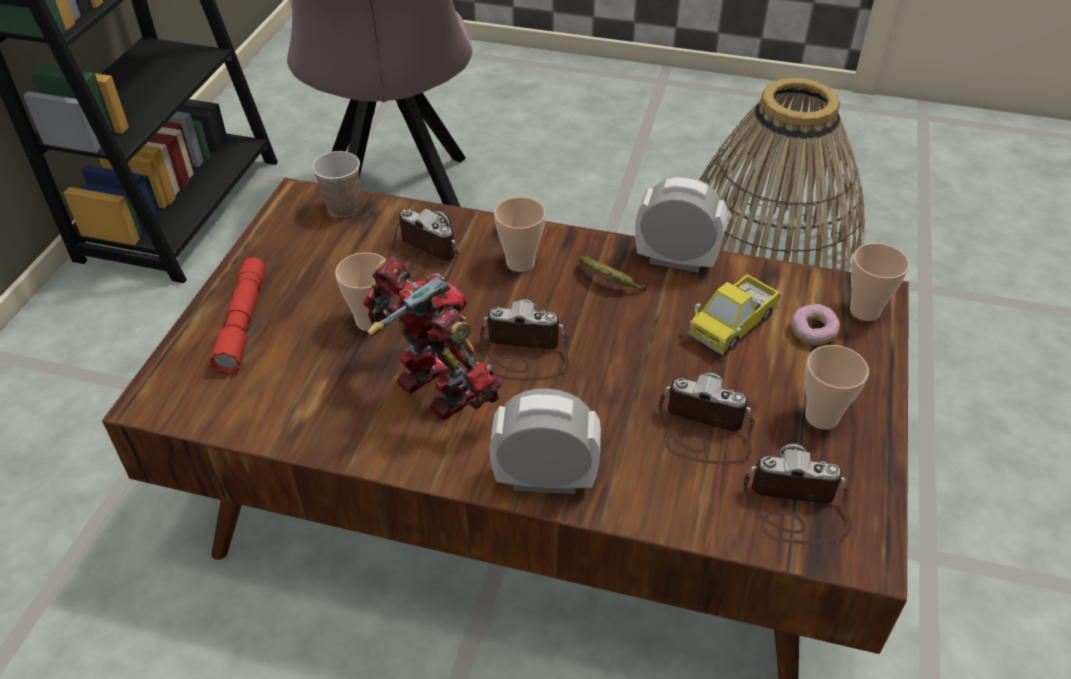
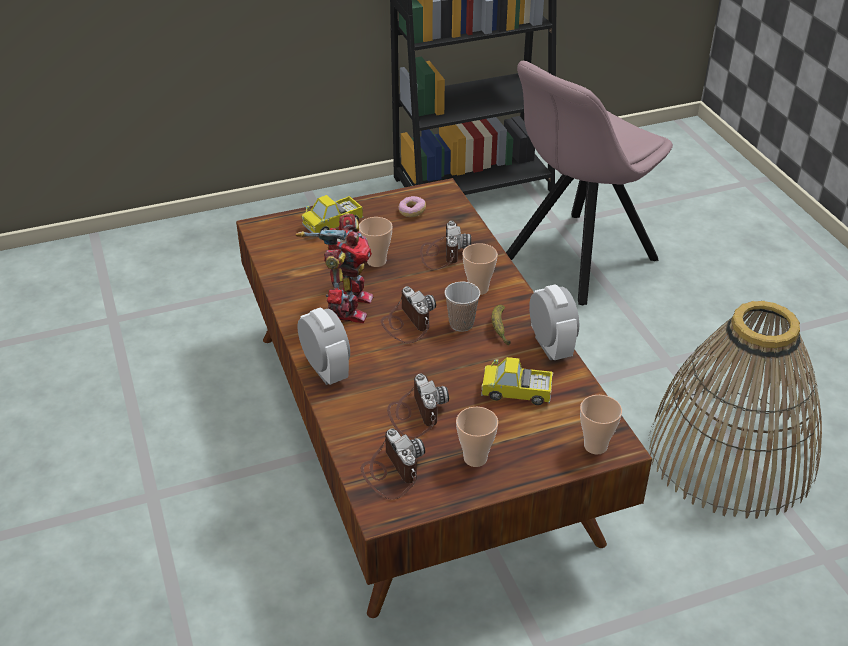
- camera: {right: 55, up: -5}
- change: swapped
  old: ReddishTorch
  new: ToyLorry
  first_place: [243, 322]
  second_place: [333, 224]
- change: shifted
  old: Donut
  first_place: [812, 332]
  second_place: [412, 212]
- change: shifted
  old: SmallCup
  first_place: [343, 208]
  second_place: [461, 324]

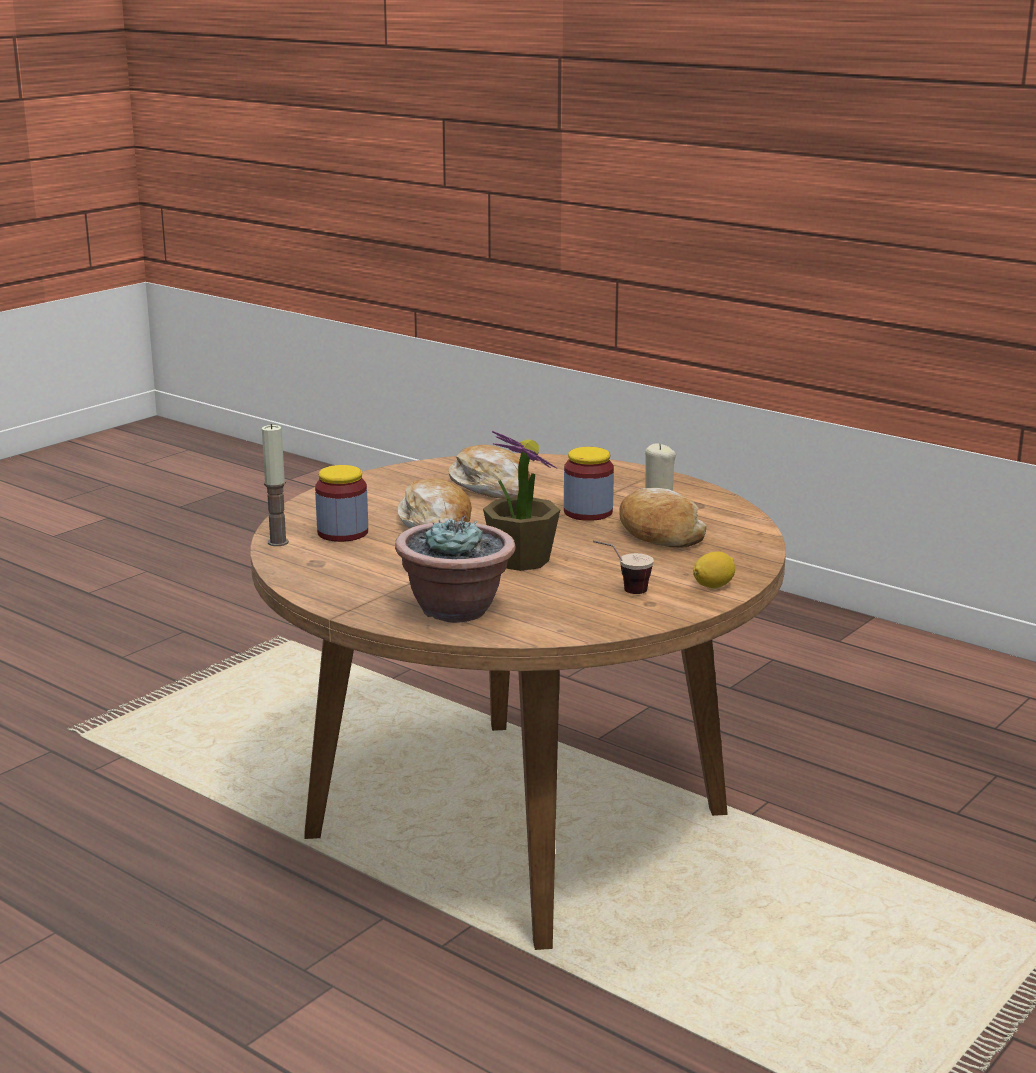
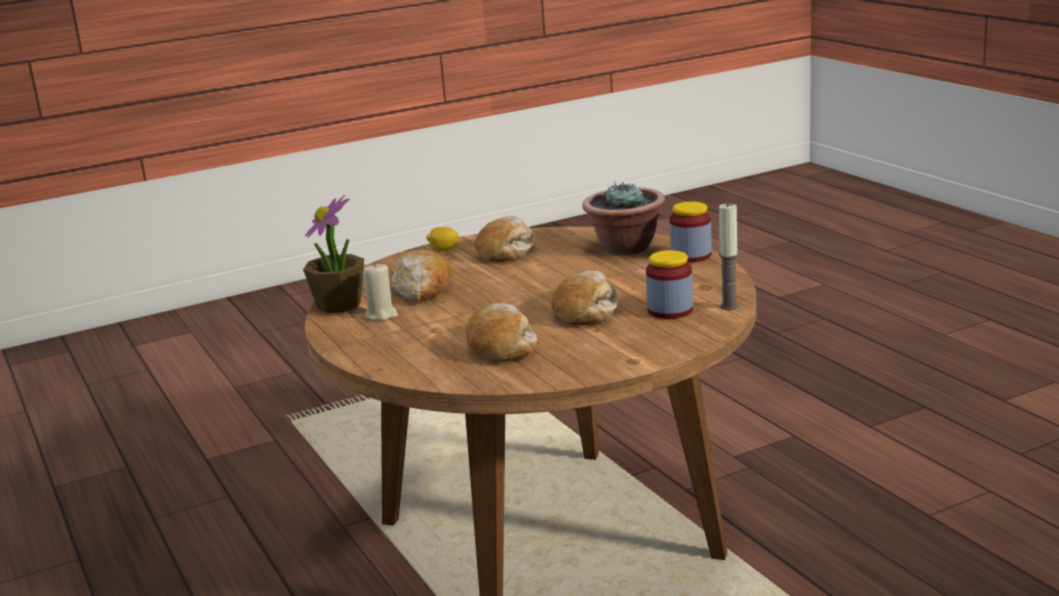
- camera: {right: -155, up: 0}
- change: shifted
  old: Houseplant
  first_place: [521, 560]
  second_place: [339, 305]
- change: swapped
  old: SmallCup
  new: BakedBread
  first_place: [622, 591]
  second_place: [506, 251]
- change: shifted
  old: StorageJar
  first_place: [588, 512]
  second_place: [691, 255]

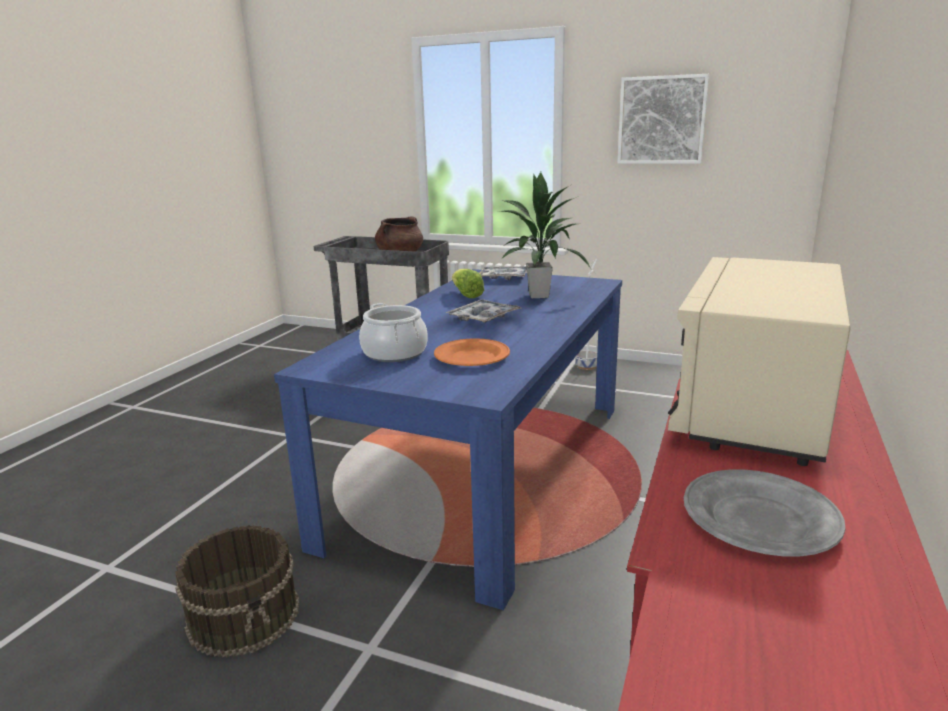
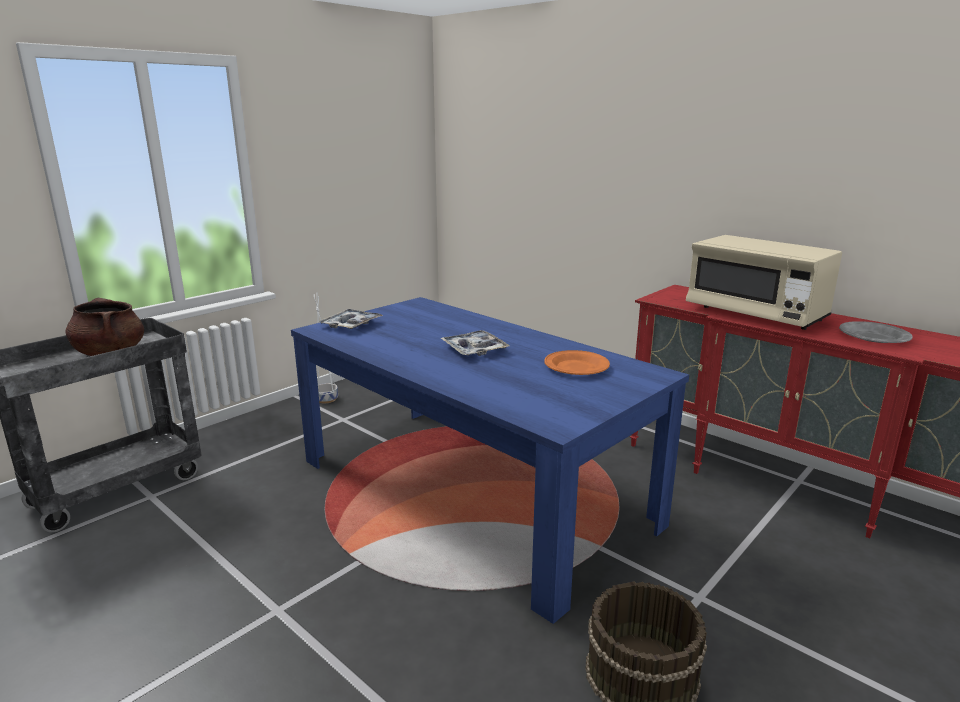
- camera: {right: -70, up: 0}
- change: gone
  old: Saucepot
  first_place: [394, 353]
- change: gone
  old: LettuceHead
  first_place: [466, 295]
- change: gone
  old: Houseplant
  first_place: [538, 296]
- change: gone
  old: Picture
  first_place: [661, 120]

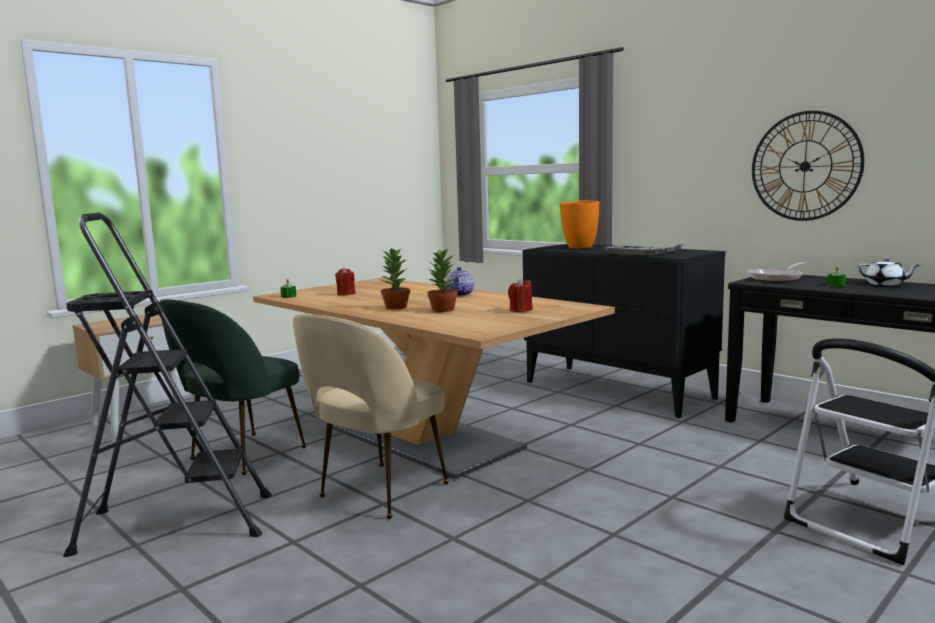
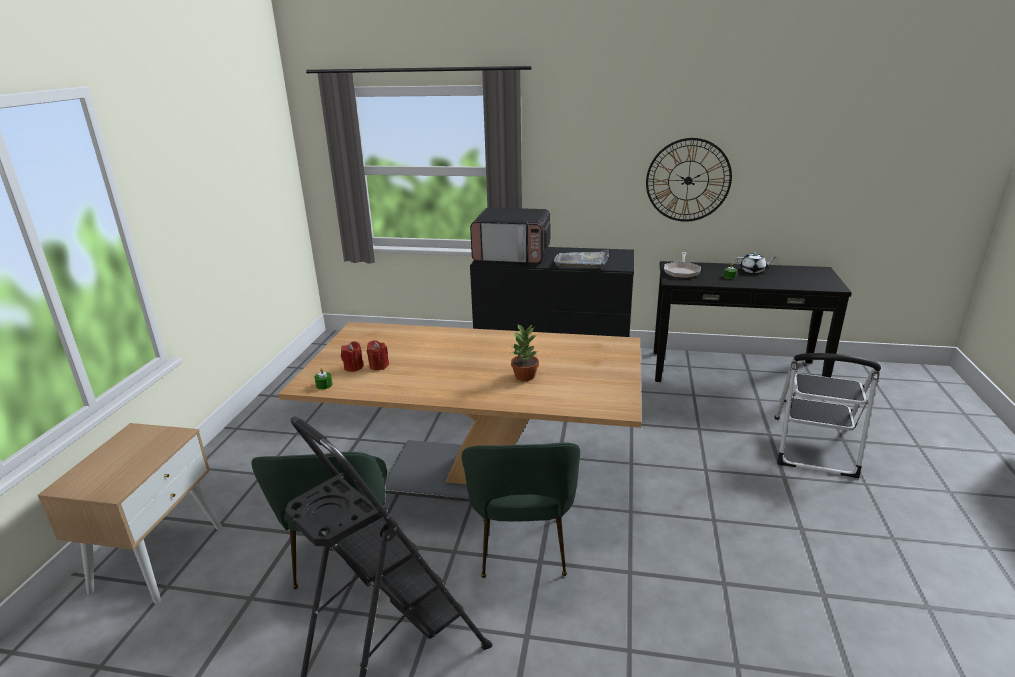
- camera: {right: -35, up: 15}
- change: shifted
  old: ReddishCandle
  first_place: [520, 310]
  second_place: [353, 367]
- change: repainted
  old: SandColouredPlainChair
  new: GreenColouredPlainChair
  first_place: [377, 494]
  second_place: [522, 554]
- change: swapped
  old: OrangeDecorativeVase
  new: MicrowaveOven
  first_place: [579, 247]
  second_place: [512, 255]
- change: gone
  old: Houseplant
  first_place: [395, 307]
- change: gone
  old: Teapot
  first_place: [460, 294]

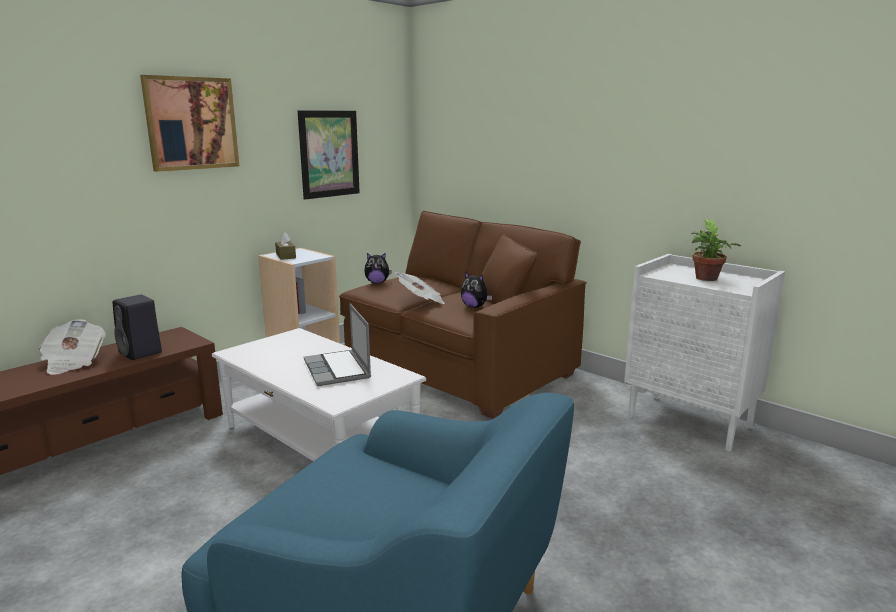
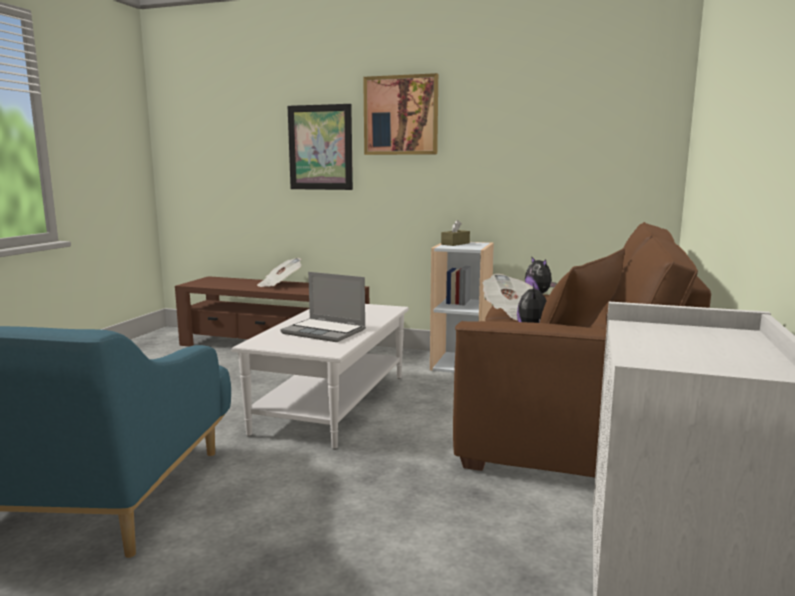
- camera: {right: 65, up: -5}
- change: rotated
  old: NotebookComputer
  first_place: [338, 369]
  second_place: [325, 332]
  degrees: -105
- change: shifted
  old: Picture
  first_place: [329, 154]
  second_place: [320, 147]
- change: gone
  old: BlackColouredSpeaker
  first_place: [141, 353]
- change: gone
  old: Houseplant
  first_place: [707, 279]

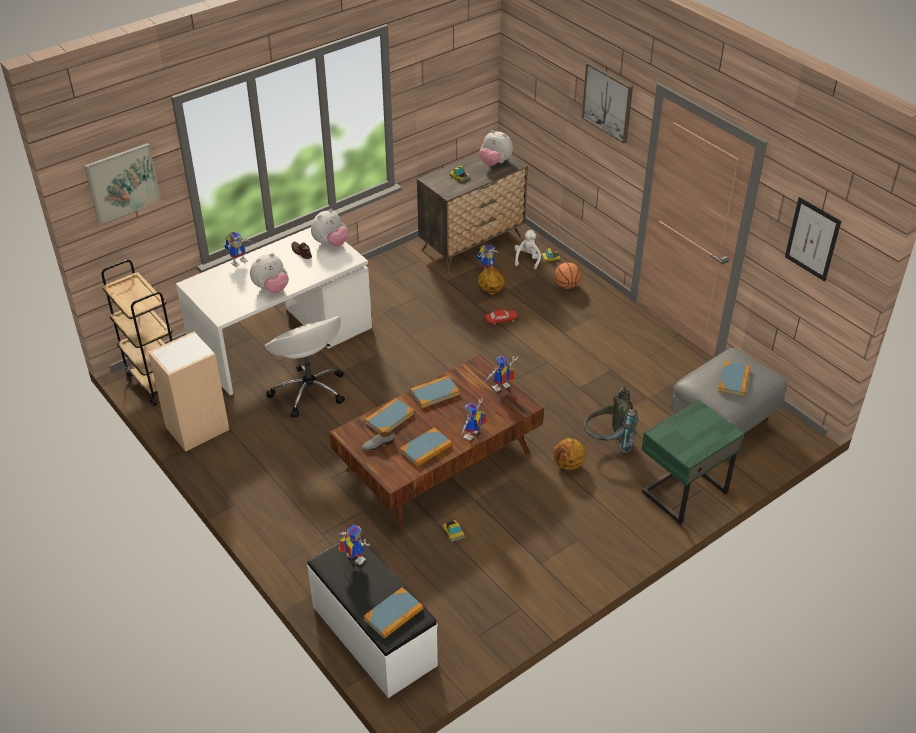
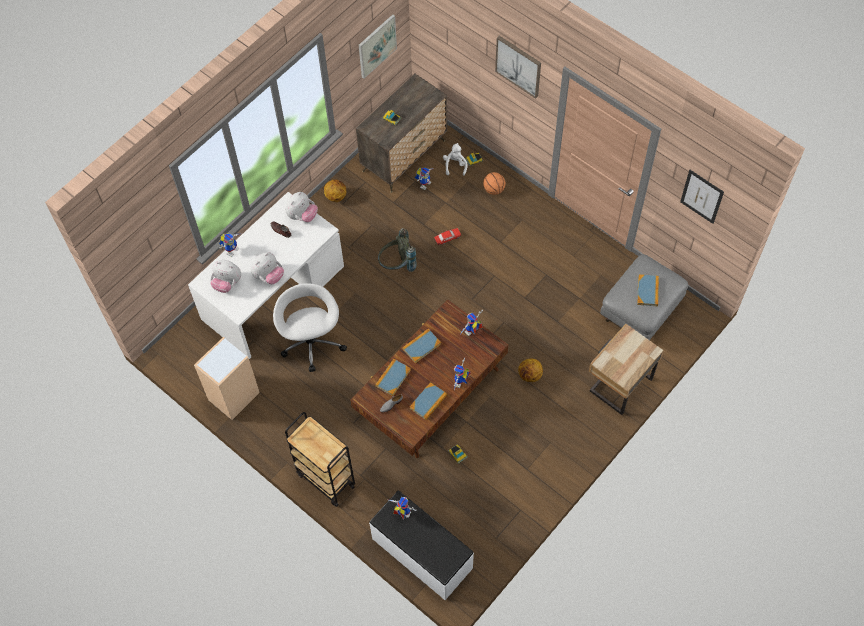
- camera: {right: -10, up: 20}
- change: shifted
  old: SoftToy
  first_place: [495, 163]
  second_place: [227, 283]
- change: rotated
  old: WhitishComputerChair
  first_place: [310, 392]
  second_place: [312, 343]
  degrees: -150
- change: shifted
  old: BrownishWheeledCart
  first_place: [153, 383]
  second_place: [325, 481]
- change: shifted
  old: BasketballBall
  first_place: [491, 290]
  second_place: [336, 196]
- change: shifted
  old: Picture
  first_place: [122, 183]
  second_place: [377, 46]
- change: shifted
  old: GreyBackpack
  first_place: [607, 442]
  second_place: [397, 265]
- change: repainted
  old: GreenColouredNightTable
  new: SandColouredNightTable
  first_place: [682, 492]
  second_place: [619, 384]
- change: gone
  old: Volume
  first_place: [393, 614]

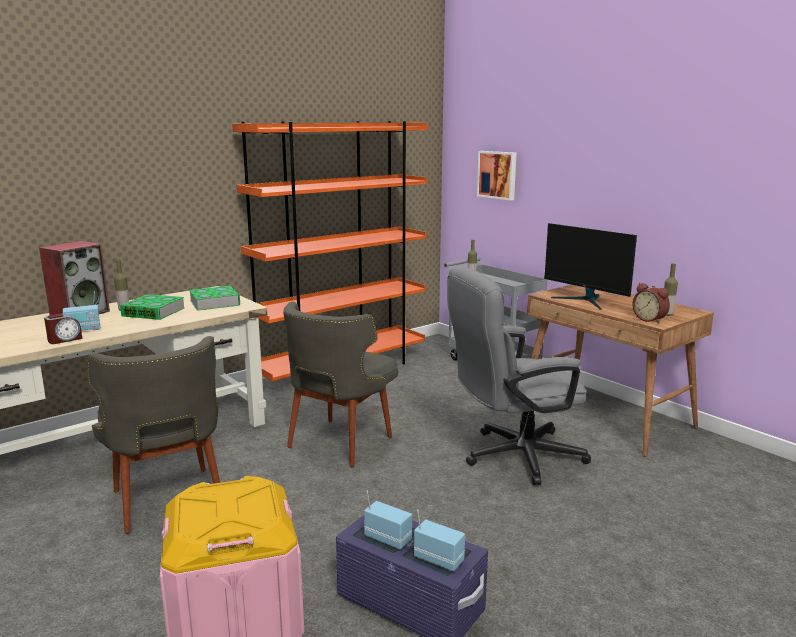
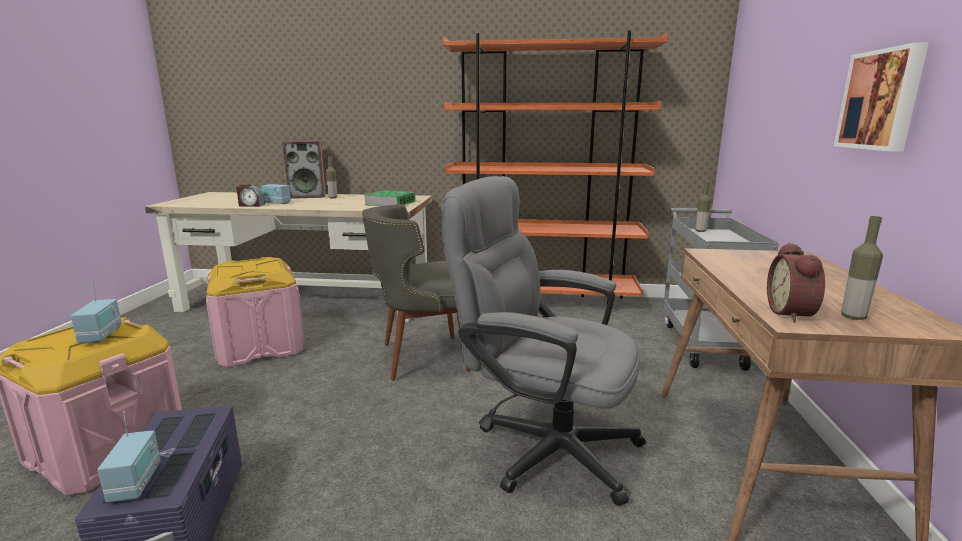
- camera: {right: 45, up: 0}
- change: shifted
  old: RadioSet
  first_place: [388, 539]
  second_place: [101, 335]
- change: swapped
  old: GreyPlainChair
  new: PinkStorageBox
  first_place: [168, 499]
  second_place: [260, 346]
- change: shifted
  old: Picture
  first_place: [498, 175]
  second_place: [882, 100]
- change: gone
  old: Volume
  first_place: [153, 312]
- change: gone
  old: Monitor
  first_place: [585, 300]

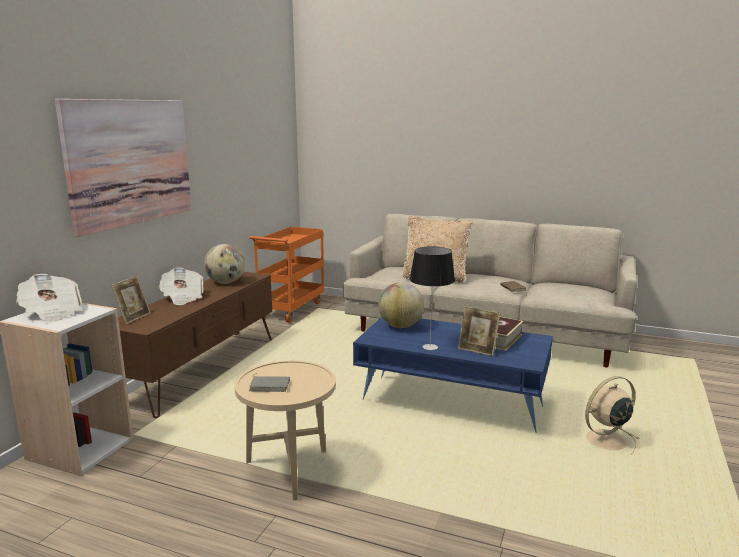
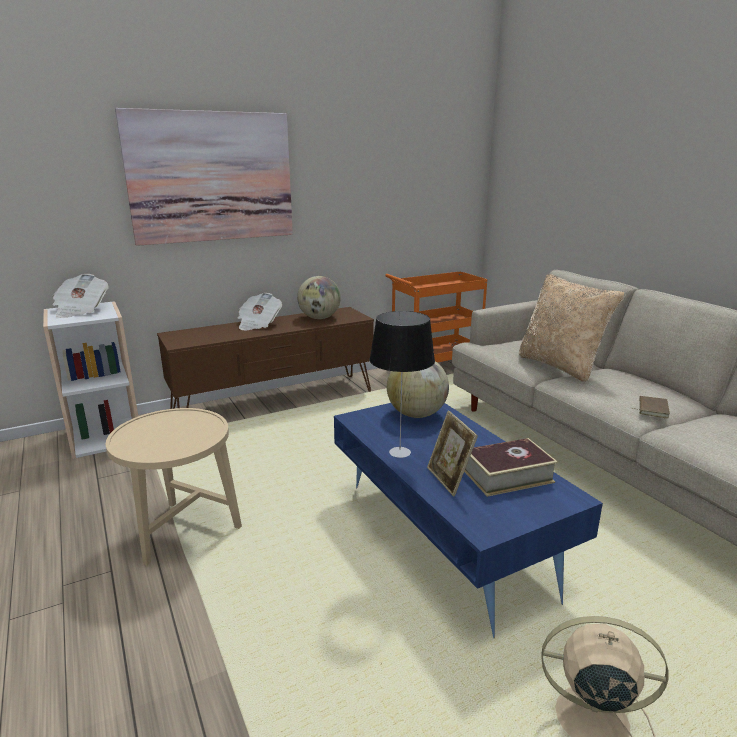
- camera: {right: 40, up: 5}
- change: gone
  old: StandingFrame
  first_place: [133, 318]
- change: gone
  old: GreyVolume
  first_place: [270, 385]

